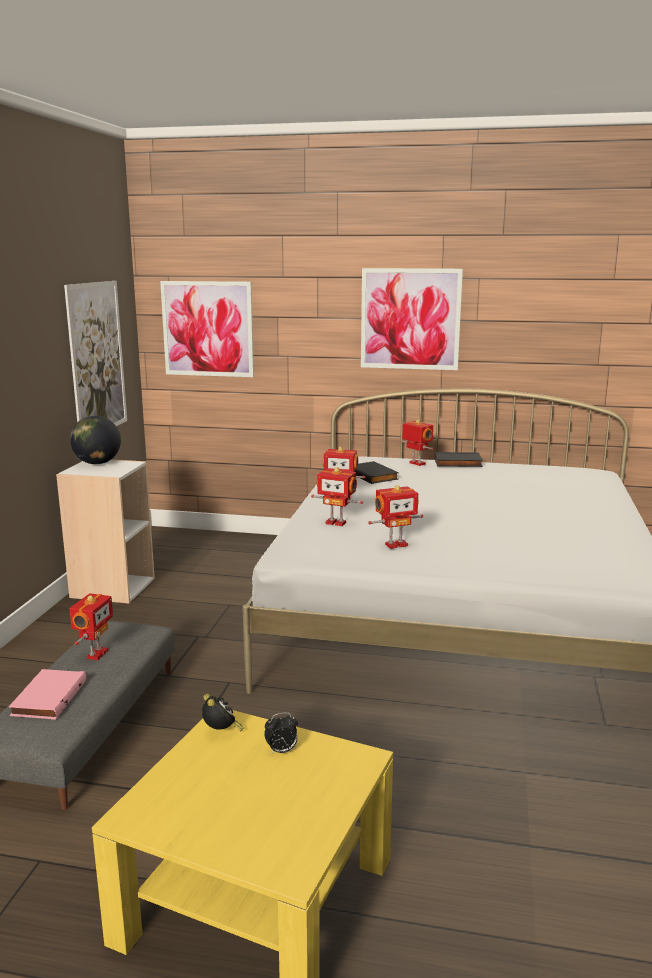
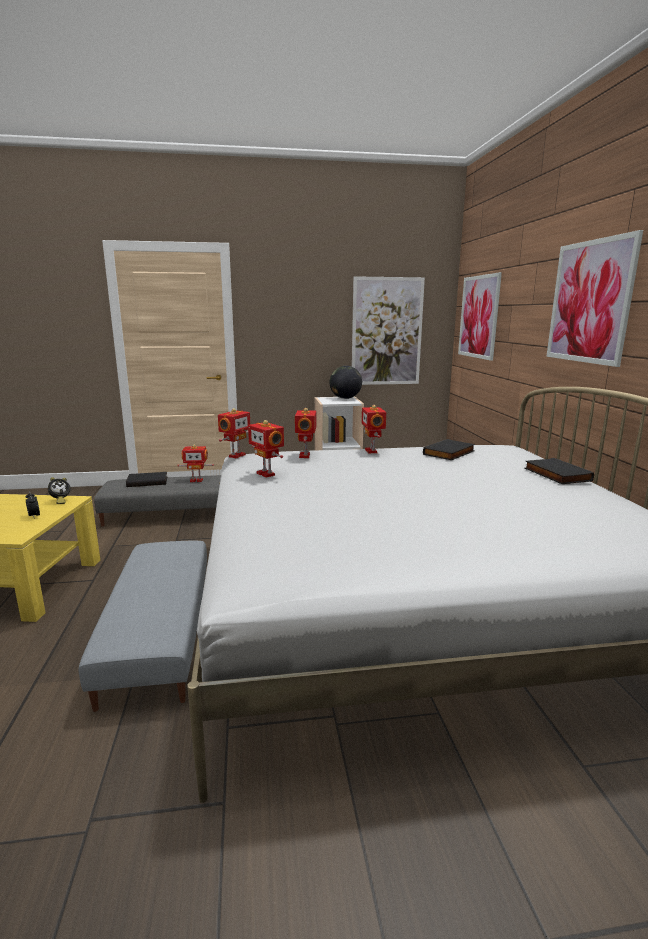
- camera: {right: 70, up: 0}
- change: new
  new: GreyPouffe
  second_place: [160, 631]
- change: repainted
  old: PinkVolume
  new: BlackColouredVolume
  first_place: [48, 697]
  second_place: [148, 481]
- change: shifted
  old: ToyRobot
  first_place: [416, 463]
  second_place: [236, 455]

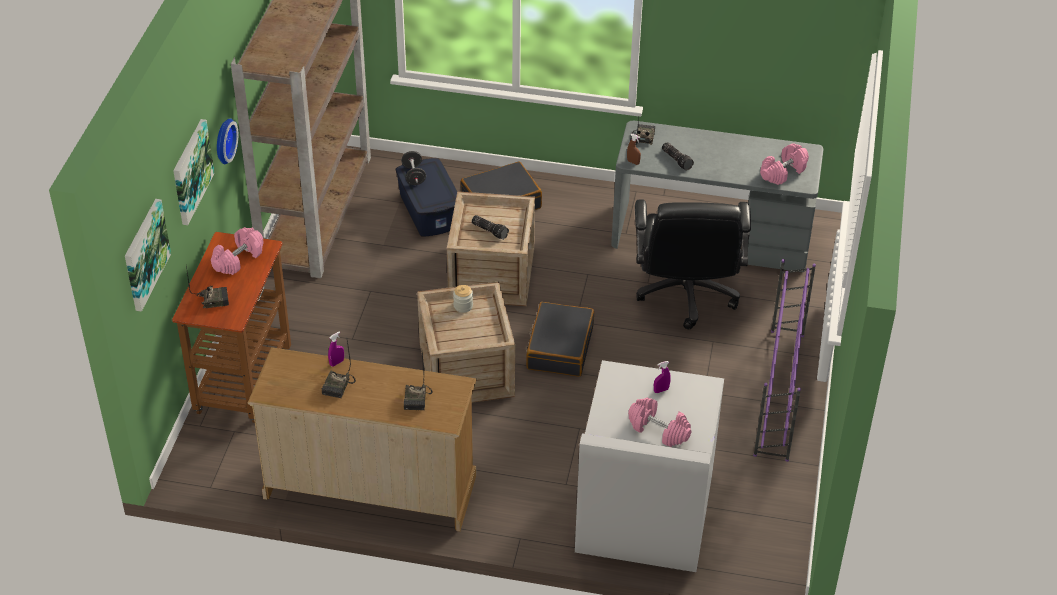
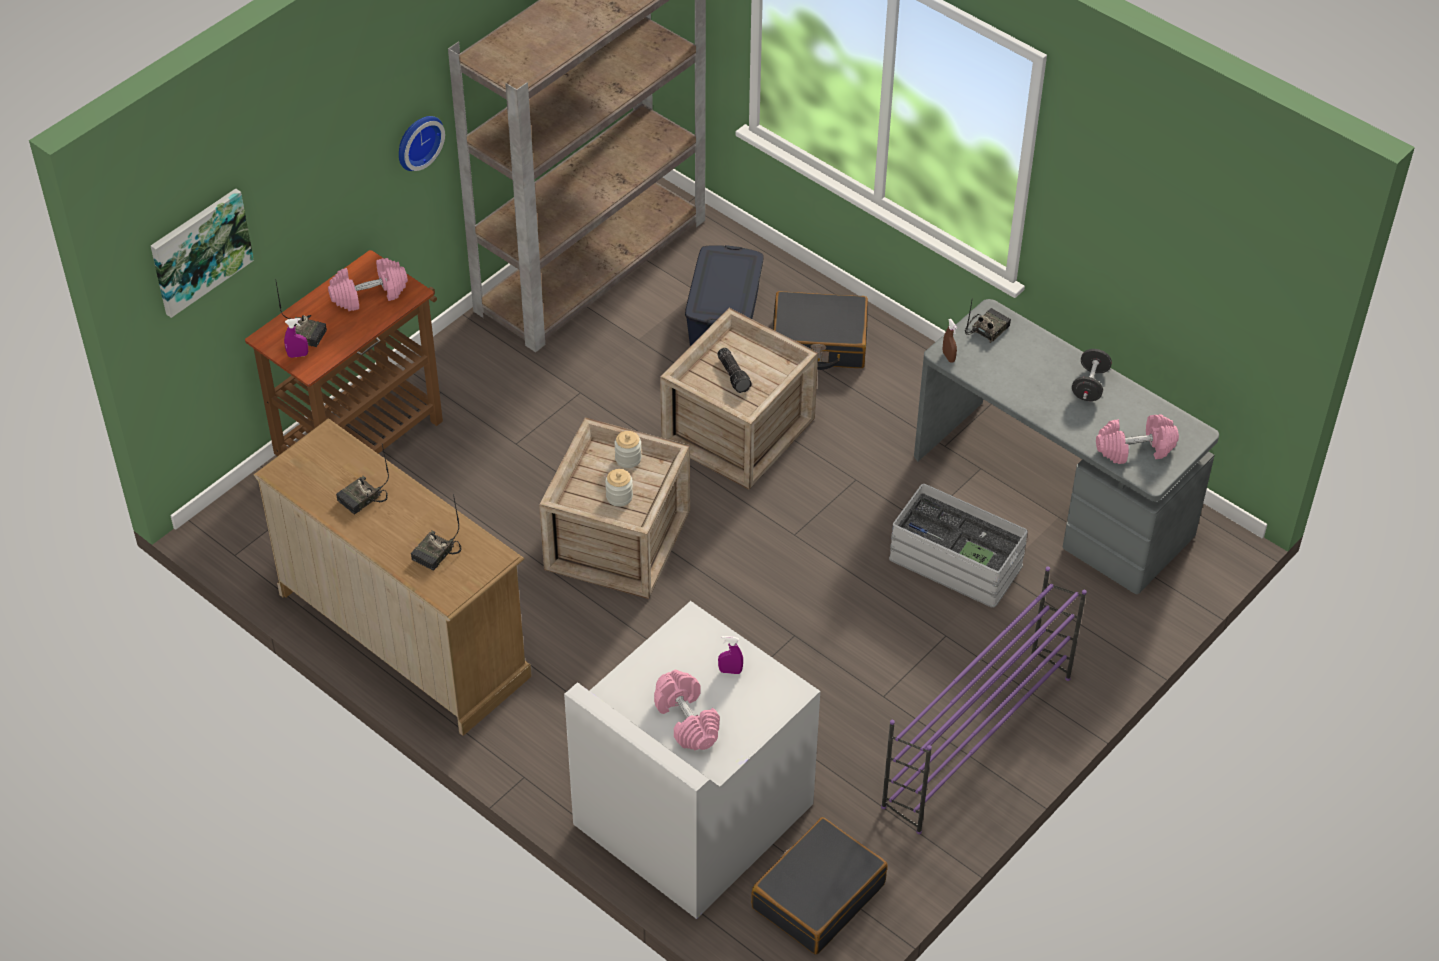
- camera: {right: 30, up: 5}
- change: shifted
  old: PurpleHandSprayer
  first_place: [337, 362]
  second_place: [298, 355]
- change: new
  new: StorageJar
  second_place: [619, 497]
- change: shifted
  old: BlackColouredPieceOfLuggage
  first_place: [559, 348]
  second_place: [817, 895]
- change: swapped
  old: BlackColouredComputerChair
  new: GreyStorageBox
  first_place: [685, 297]
  second_place: [954, 562]
- change: shifted
  old: BlackColouredHandWeight
  first_place: [414, 175]
  second_place: [1090, 385]
- change: gone
  old: Picture
  first_place: [191, 171]
- change: gone
  old: Torch
  first_place: [677, 160]

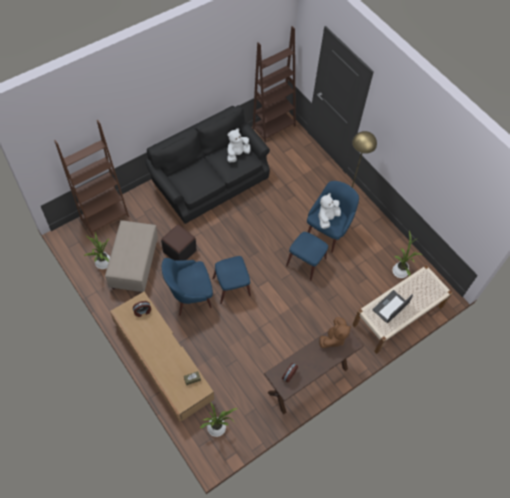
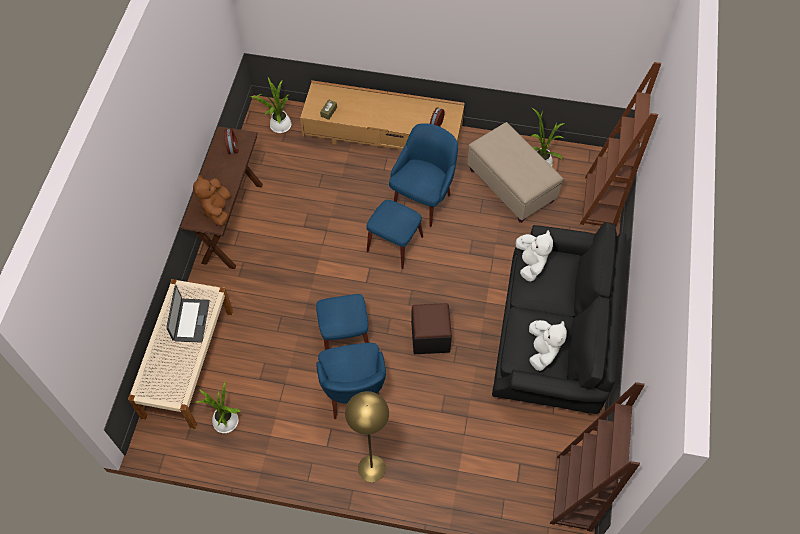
- camera: {right: 140, up: 0}
- change: shifted
  old: BlackColouredPouffe
  first_place: [179, 251]
  second_place: [430, 337]
- change: shifted
  old: WhitishSoftToy
  first_place: [327, 218]
  second_place: [530, 263]

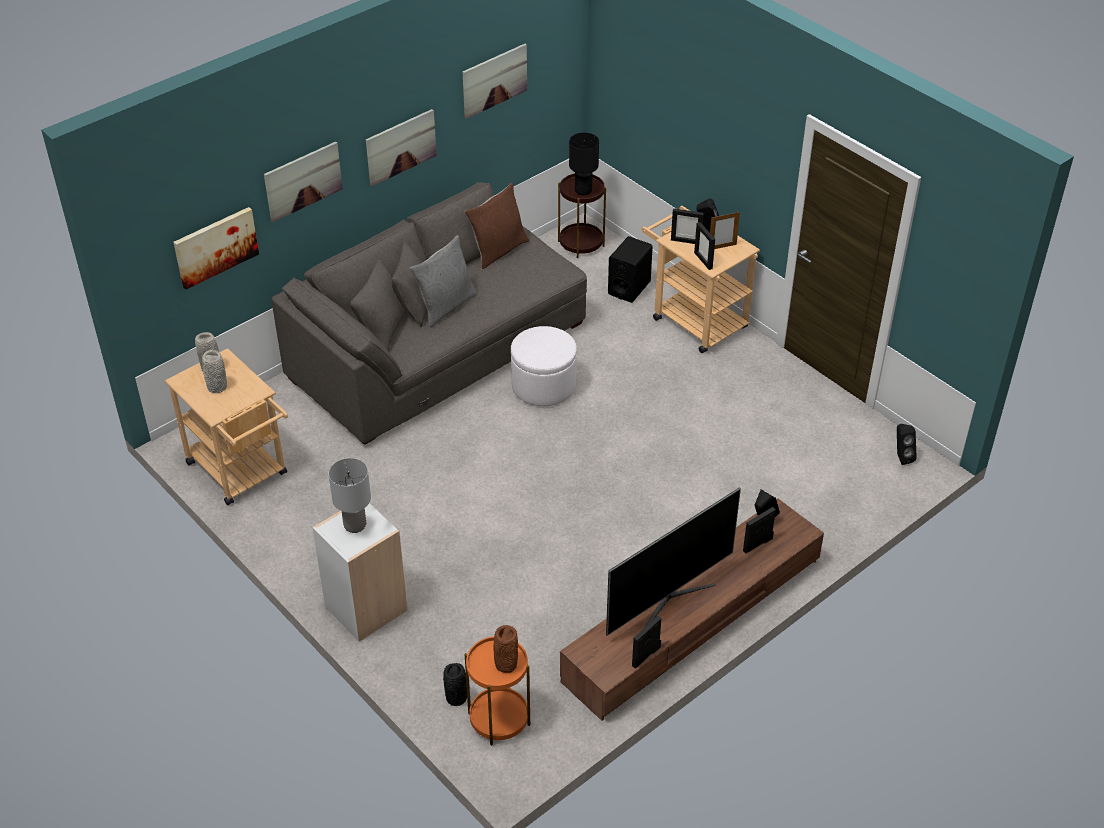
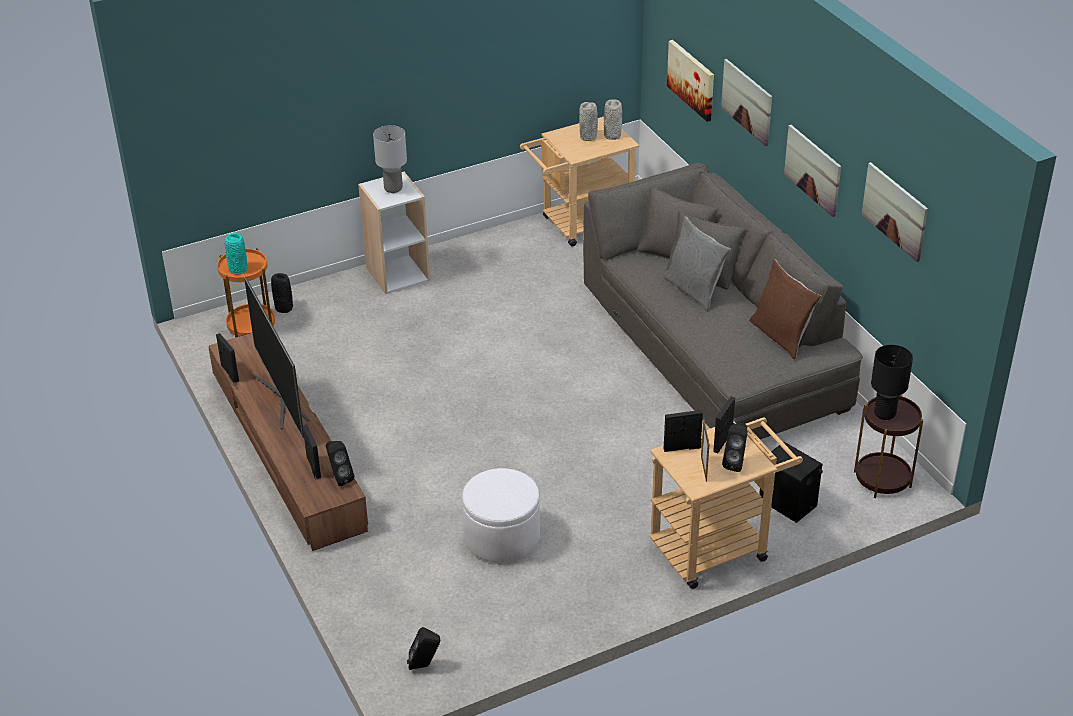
- camera: {right: 105, up: -5}
- change: repainted
  old: BrownishDecorativeVase
  new: TurquoiseColouredDecorativeVase
  first_place: [505, 664]
  second_place: [238, 269]
- change: shifted
  old: WhitishPouffe
  first_place: [543, 385]
  second_place: [502, 537]

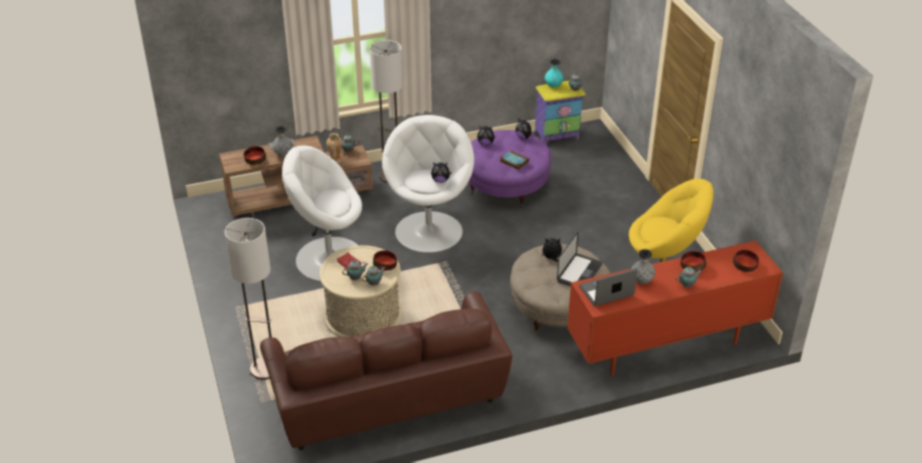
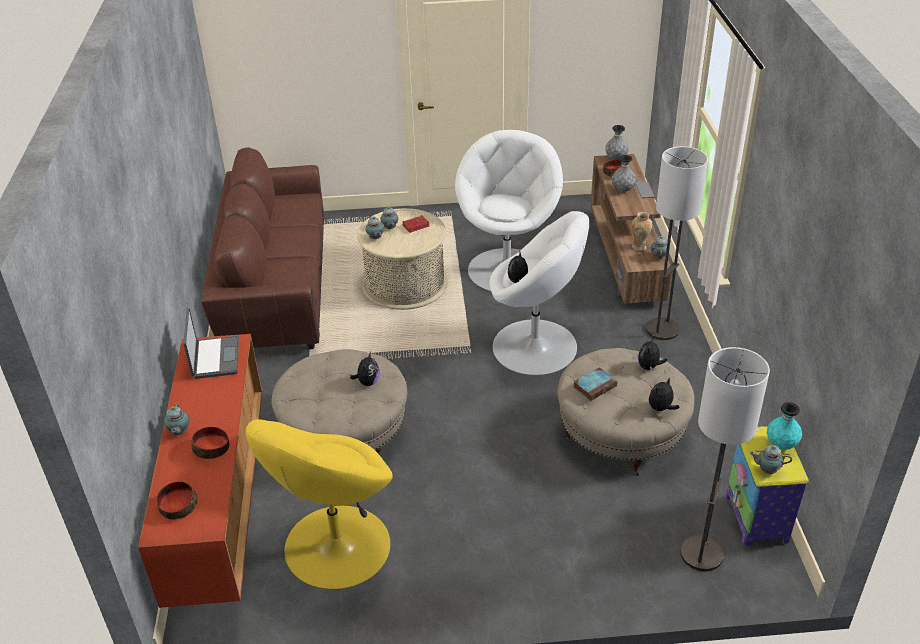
- camera: {right: 105, up: 0}
- change: repainted
  old: PurplePouffe
  new: SandColouredPouffe
  first_place: [506, 186]
  second_place: [621, 433]
- change: shifted
  old: GreyDecorativeVase
  first_place: [641, 281]
  second_place: [616, 159]
- change: shifted
  old: StandardLamp
  first_place: [265, 369]
  second_place: [701, 554]
- change: gone
  old: Bowl
  first_place: [385, 265]
- change: gone
  old: NotebookComputer
  first_place: [579, 272]

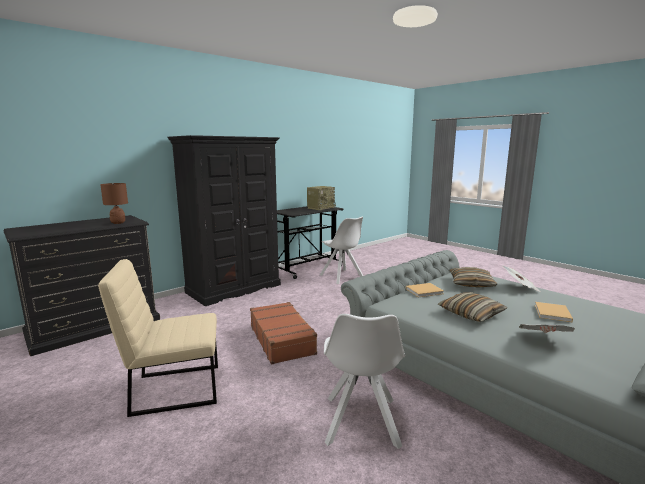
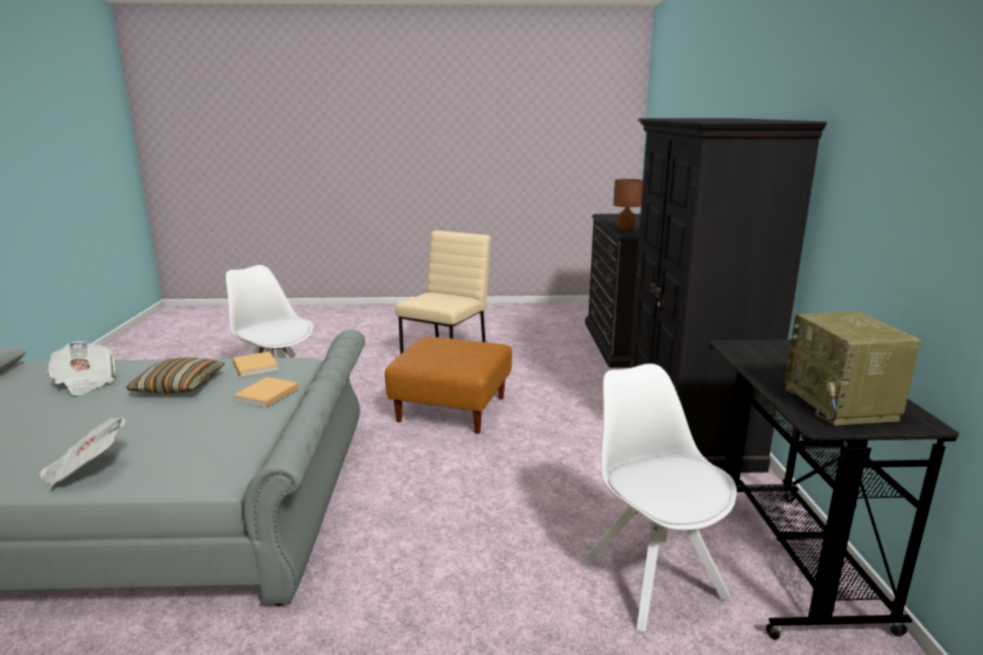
- camera: {right: 130, up: 5}
- change: shifted
  old: SandColouredVolume
  first_place: [552, 313]
  second_place: [255, 366]
- change: swapped
  old: BrownishPieceOfLuggage
  new: BrownishPouffe
  first_place: [282, 339]
  second_place: [453, 409]
- change: rotated
  old: WhitishPlainChair
  first_place: [342, 277]
  second_place: [651, 577]
  degrees: 60
- change: gone
  old: ThrowPillow
  first_place: [471, 283]

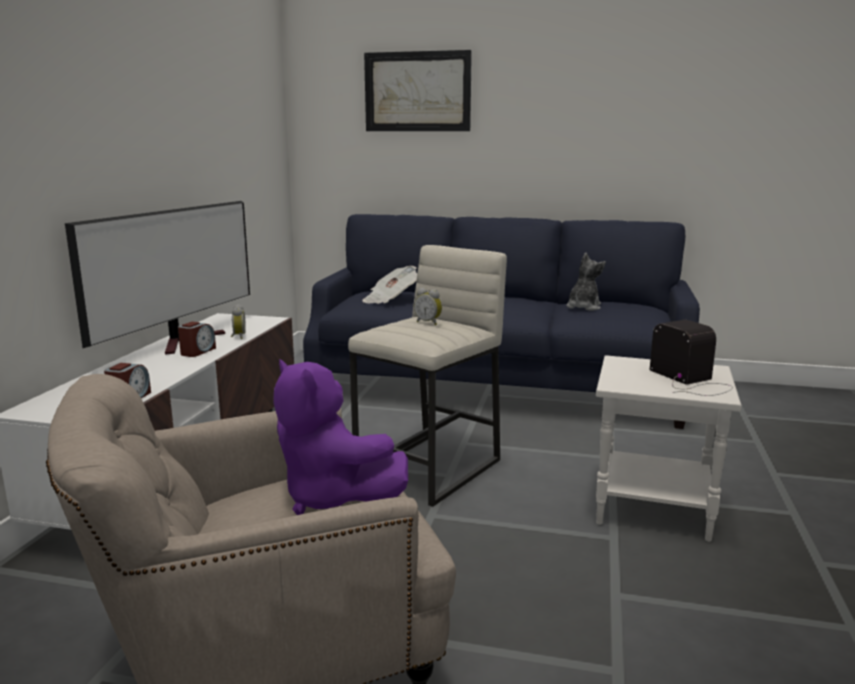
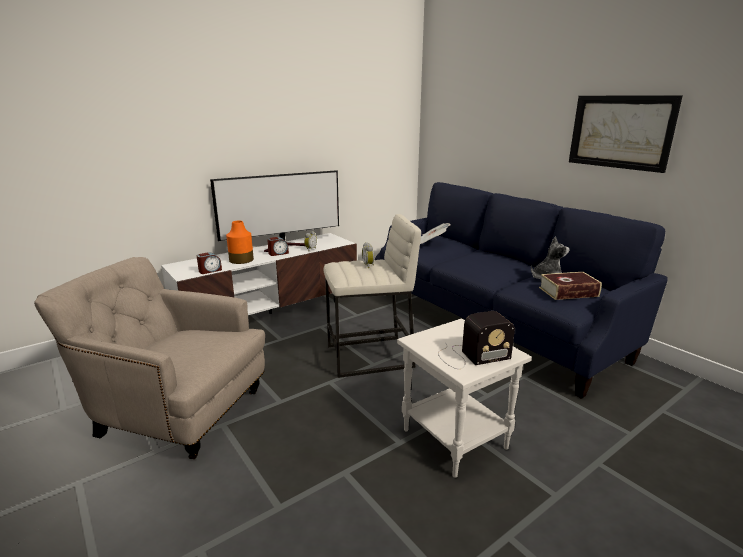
- camera: {right: 40, up: 5}
- change: new
  new: OrangeDecorativeVase
  second_place: [241, 259]
- change: rotated
  old: RadioSet
  first_place: [691, 381]
  second_place: [470, 356]
  degrees: 60
- change: new
  new: Volume
  second_place: [568, 292]
- change: shifted
  old: Picture
  first_place: [417, 92]
  second_place: [620, 132]
- change: gone
  old: PurpleSoftToy
  first_place: [332, 497]

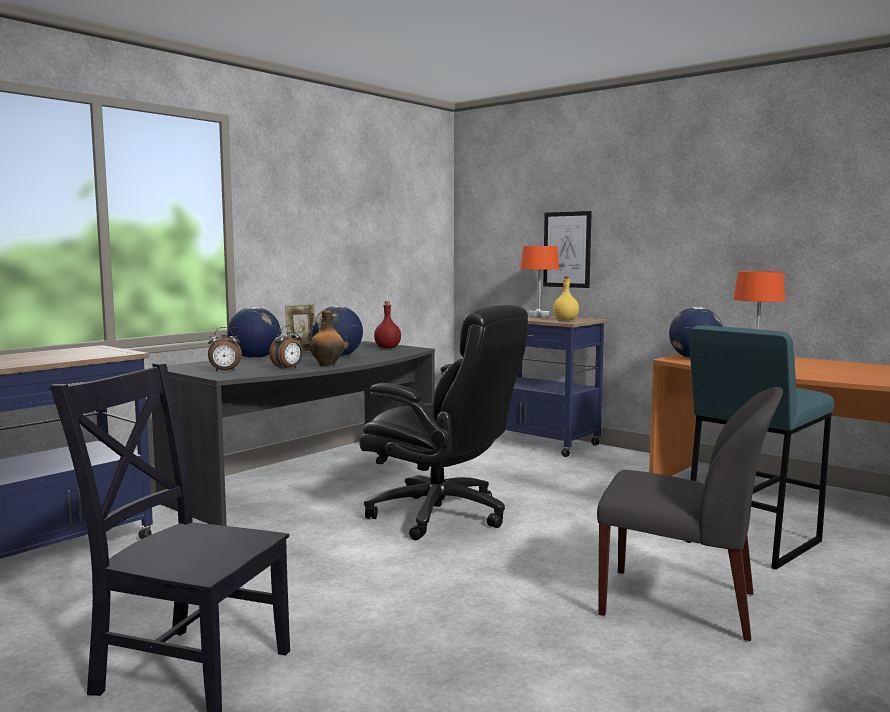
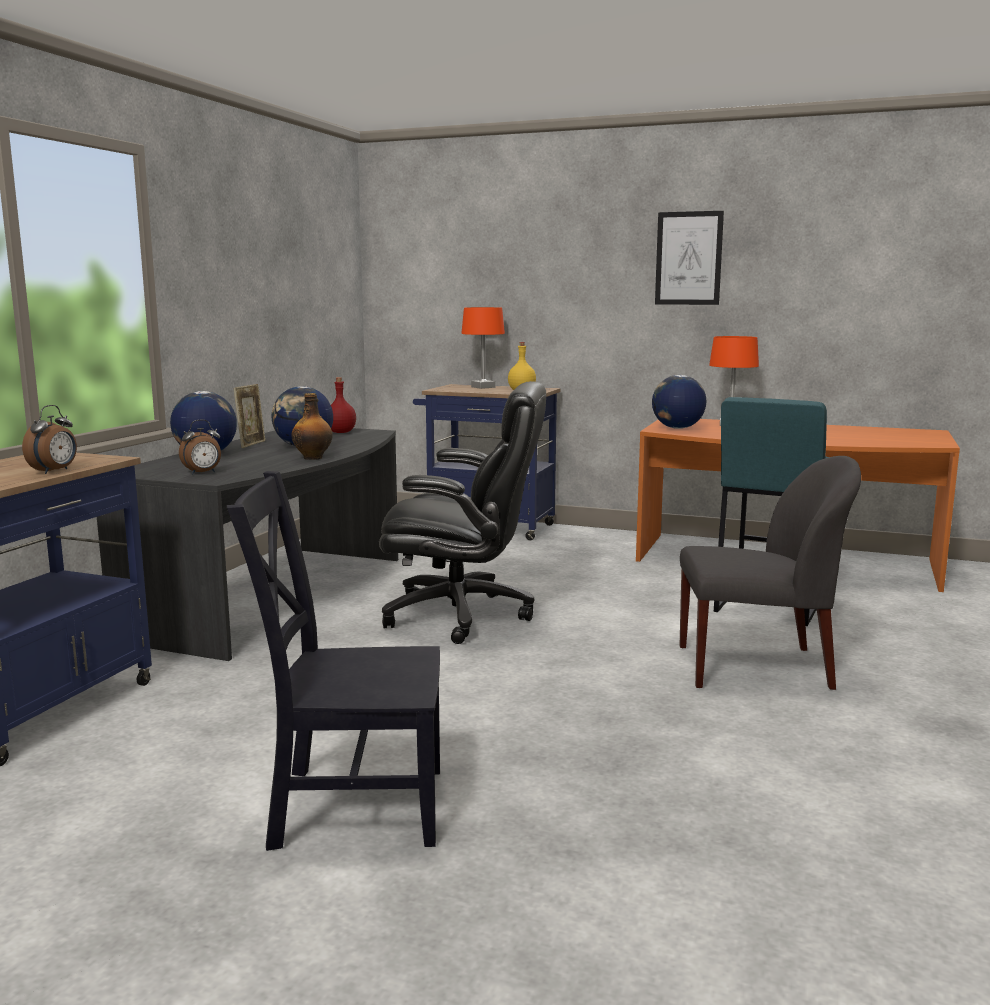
- camera: {right: -20, up: 5}
- change: shifted
  old: BedsideClock
  first_place: [288, 368]
  second_place: [55, 471]
- change: shifted
  old: Picture
  first_place: [567, 249]
  second_place: [688, 258]

